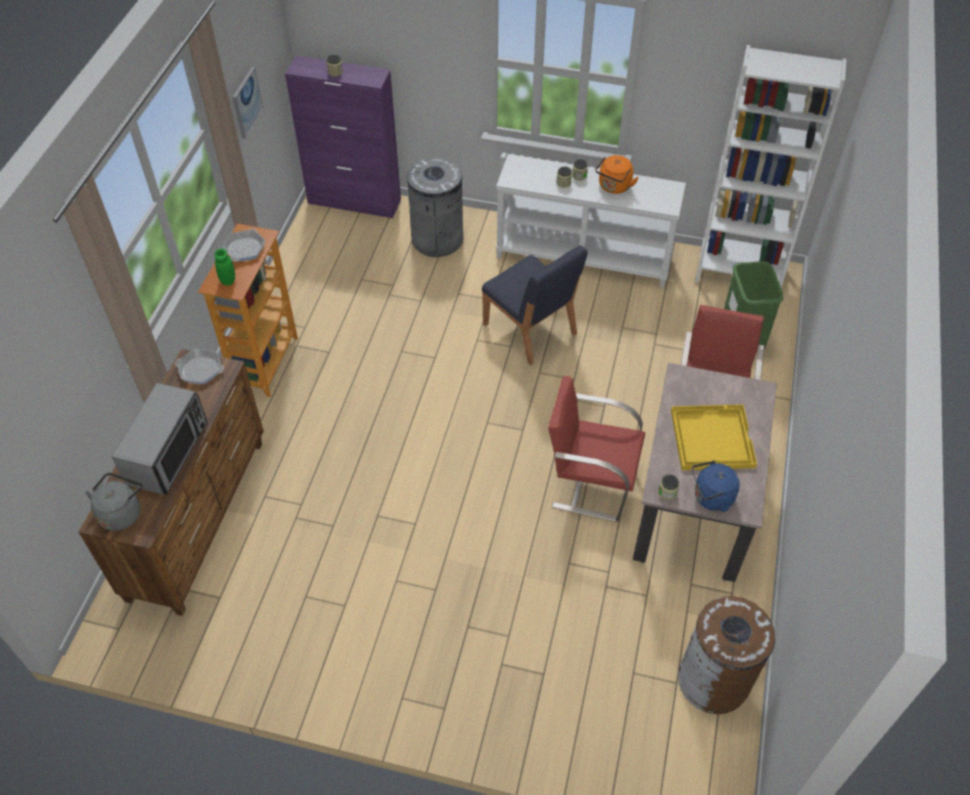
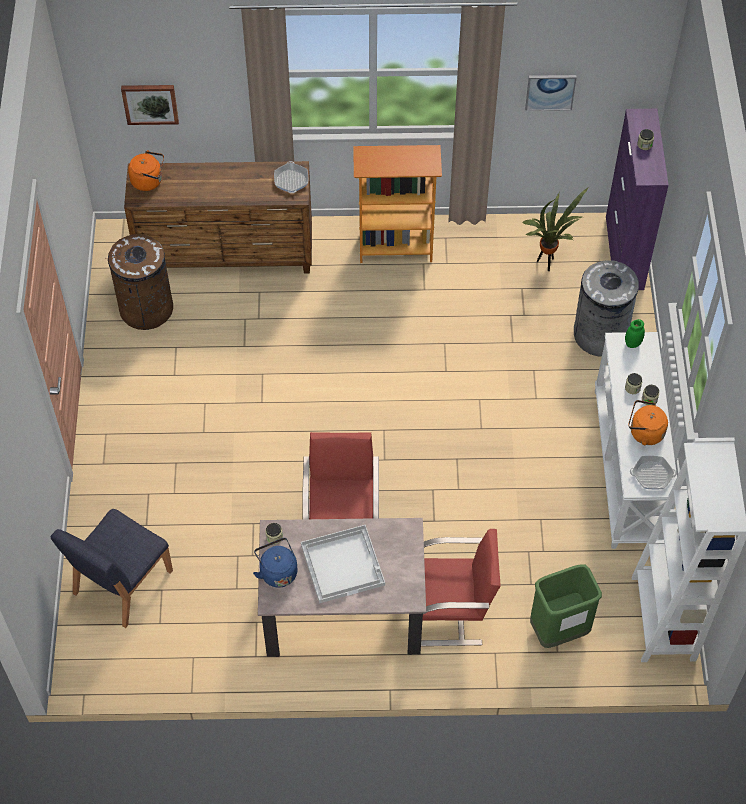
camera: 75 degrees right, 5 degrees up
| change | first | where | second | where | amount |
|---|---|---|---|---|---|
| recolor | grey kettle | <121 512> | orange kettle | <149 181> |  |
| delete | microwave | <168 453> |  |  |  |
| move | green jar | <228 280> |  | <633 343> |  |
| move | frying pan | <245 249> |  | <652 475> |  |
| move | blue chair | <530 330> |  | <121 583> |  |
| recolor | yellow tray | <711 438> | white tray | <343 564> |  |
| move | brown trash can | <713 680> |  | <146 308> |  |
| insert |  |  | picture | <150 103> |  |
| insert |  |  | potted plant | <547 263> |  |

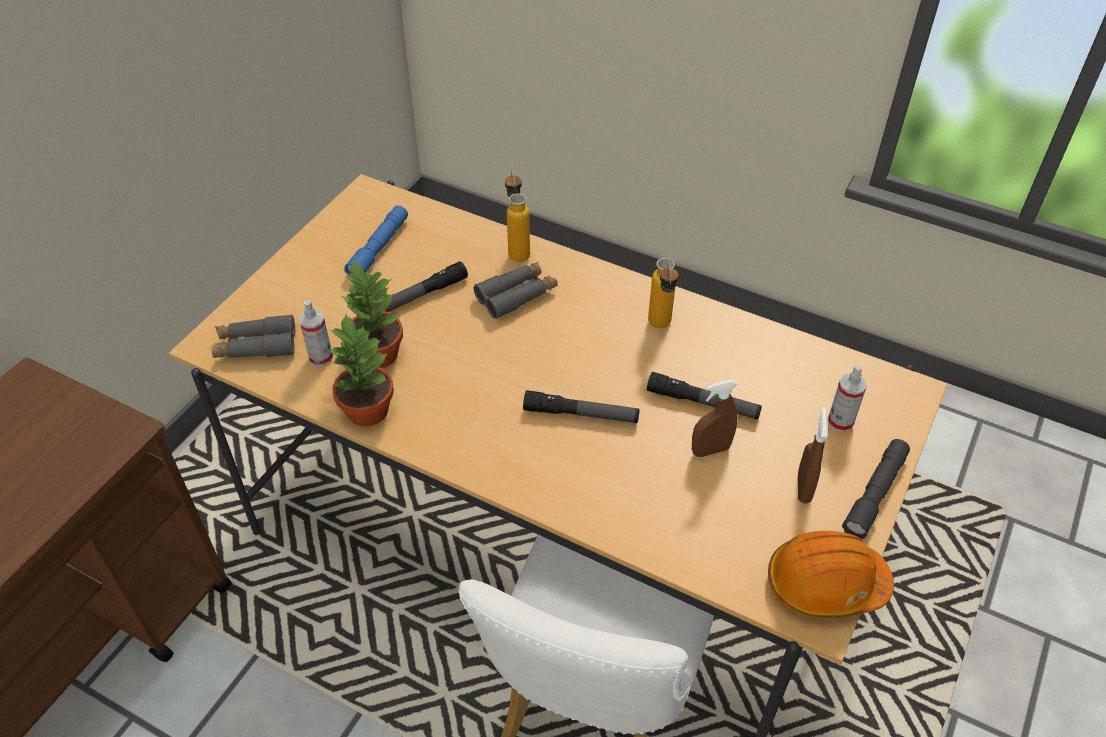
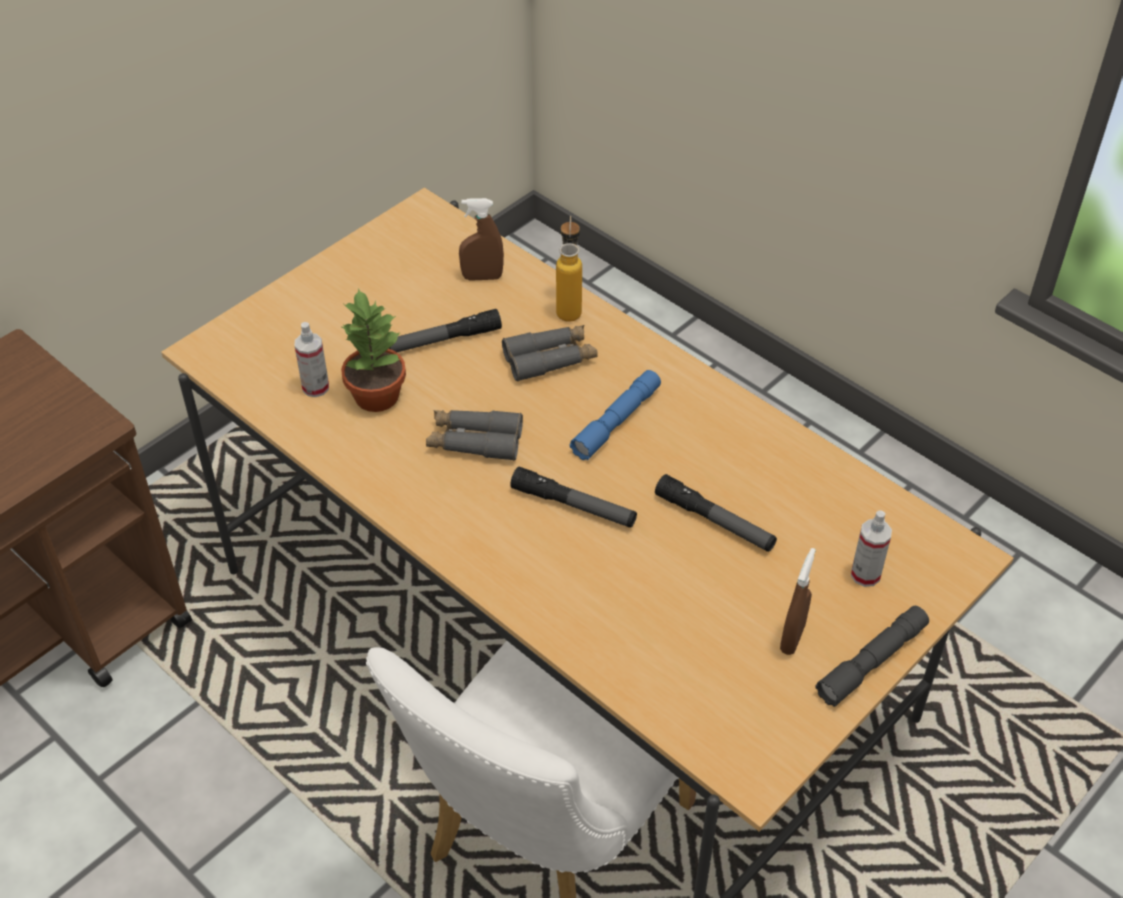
camera: 15 degrees right, 0 degrees up
| change | first | where | second | where | amount |
|---|---|---|---|---|---|
| move | grey binoculars | <256 346> |  | <474 441> |  |
| delete | potted plant | <366 409> |  |  |  |
| move | blue flashlight | <378 248> |  | <616 422> |  |
| delete | bottle | <660 328> |  |  |  |
| move | brown spray bottle | <710 450> |  | <482 277> |  |
| delete | orange hard hat | <825 584> |  |  |  |

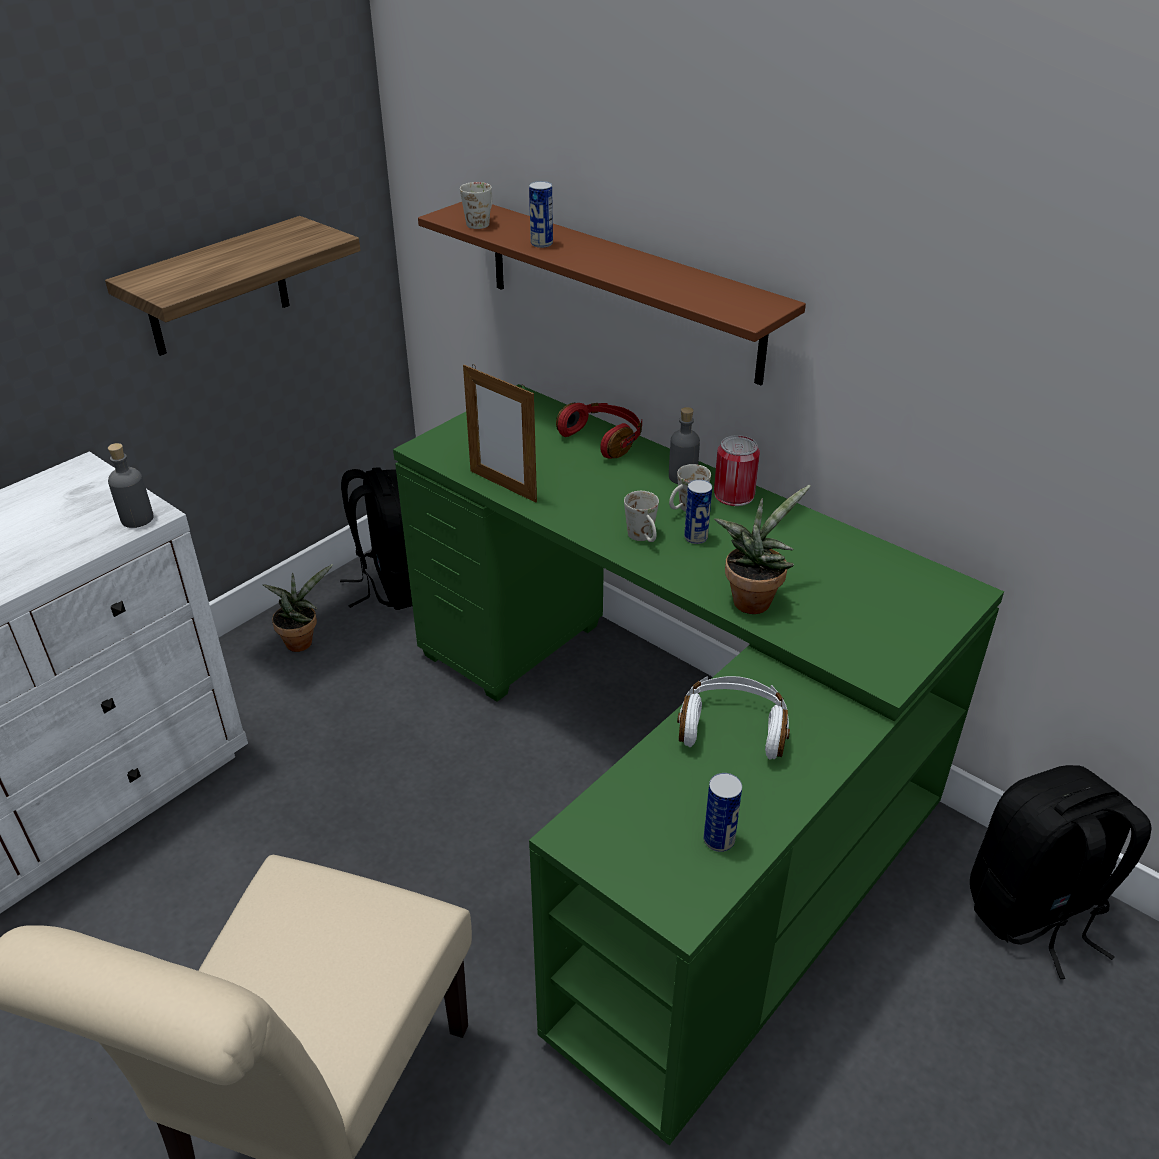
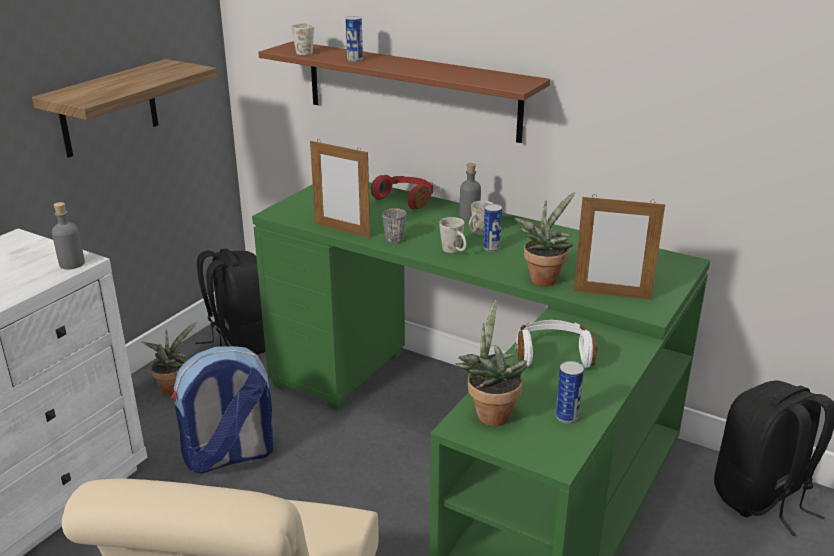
camera: 10 degrees left, 10 degrees down
| change | first | where | second | where | amount |
|---|---|---|---|---|---|
| delete | can | <734 495> |  |  |  |
| insert |  |  | backpack | <229 456> |  |
| insert |  |  | grey mug | <395 237> |  |
| insert |  |  | potted plant | <490 413> |  |
| insert |  |  | picture frame | <612 295> |  |

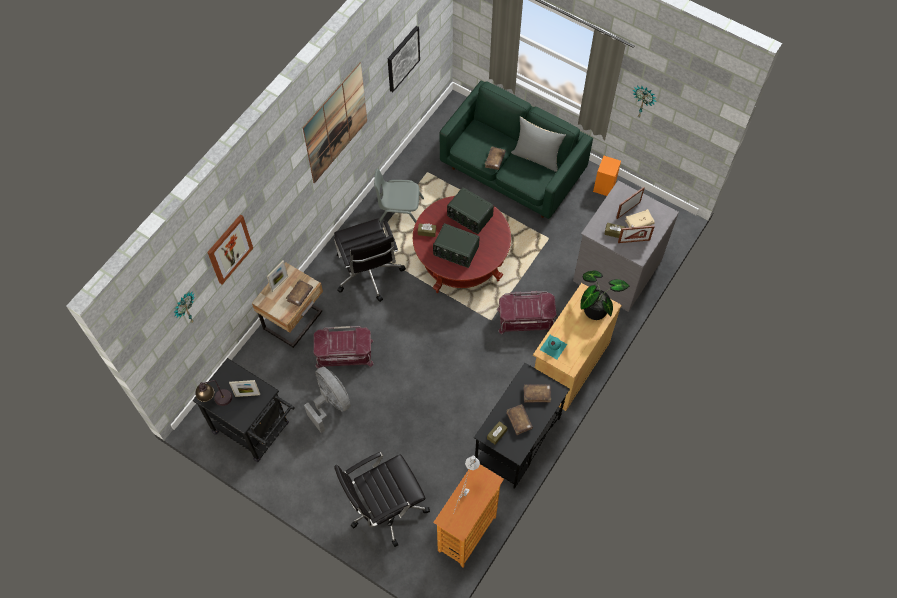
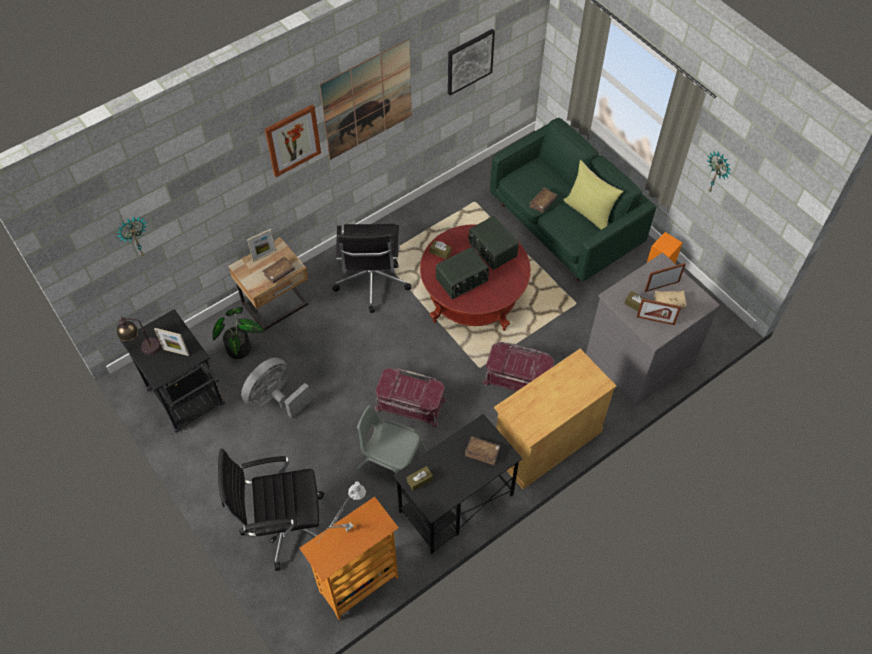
camera: 20 degrees right, 5 degrees down
| change | first | where | second | where | amount |
|---|---|---|---|---|---|
| move | picture | <229 249> |  | <292 140> |  |
| rotate | grey fan | <330 404> |  | <275 399> | 120 degrees counterclockwise |
| move | red storage box | <344 354> |  | <410 404> |  |
| move | grey chair | <399 212> |  | <391 460> |  |
| rotate | radio | <455 251> |  | <462 280> | 75 degrees counterclockwise |
| delete | brown book | <519 421> |  |  |  |
| recolor | grey pillow | <537 157> | yellow pillow | <589 212> |  |
| delete | turquoise bottle | <553 347> |  |  |  |
| move | potted plant | <595 307> |  | <240 346> |  |

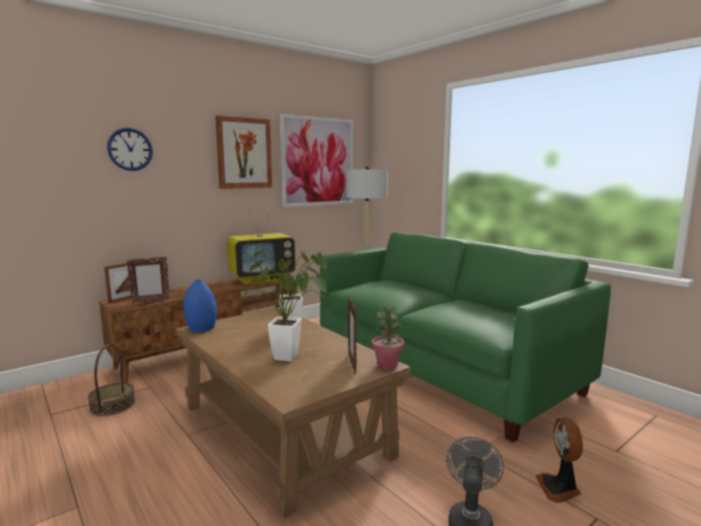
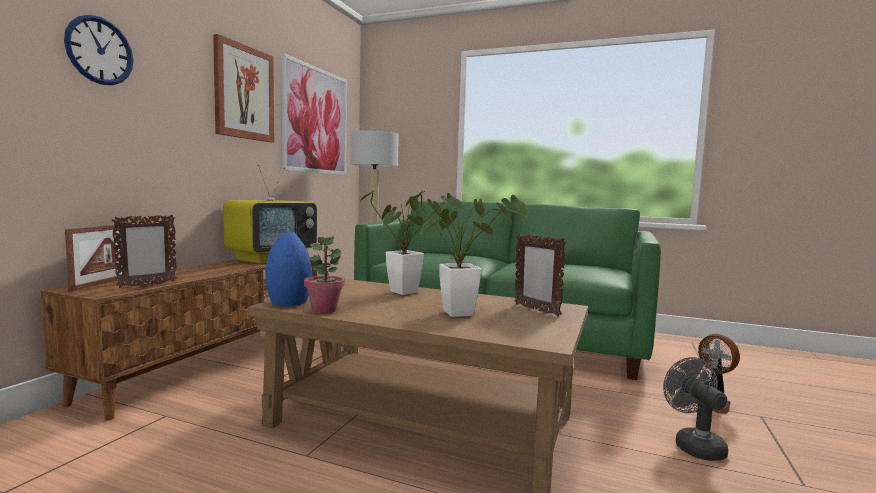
camera: 30 degrees left, 5 degrees down
| change | first | where | second | where | amount |
|---|---|---|---|---|---|
| delete | basket | <112 405> |  |  |  |
| move | potted plant | <387 365> |  | <324 310> |  |

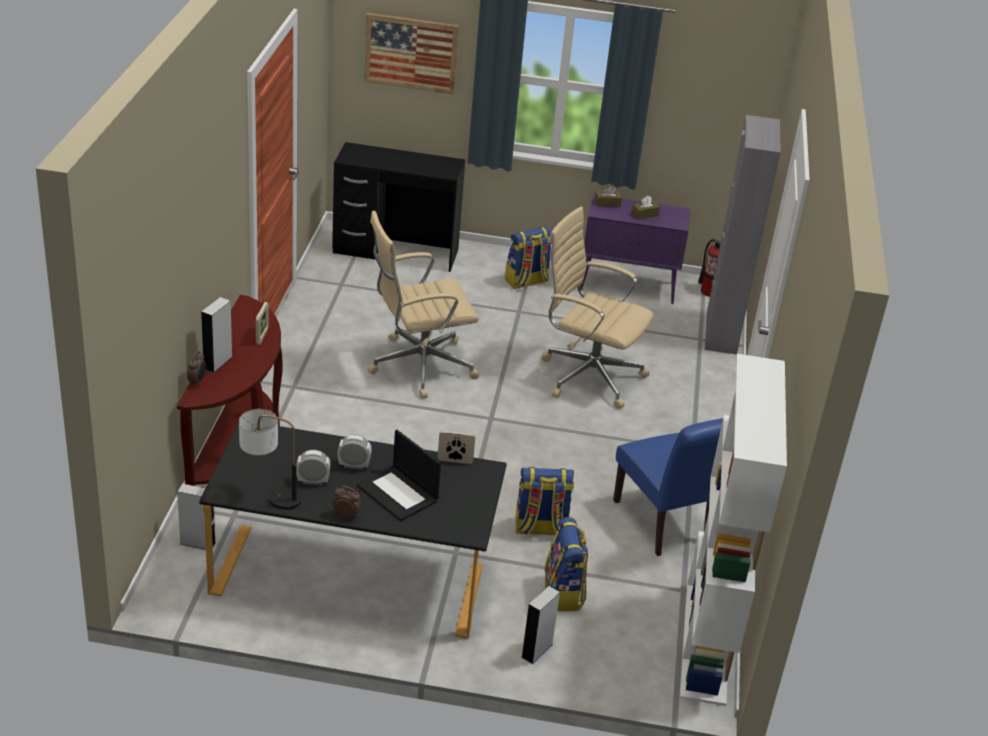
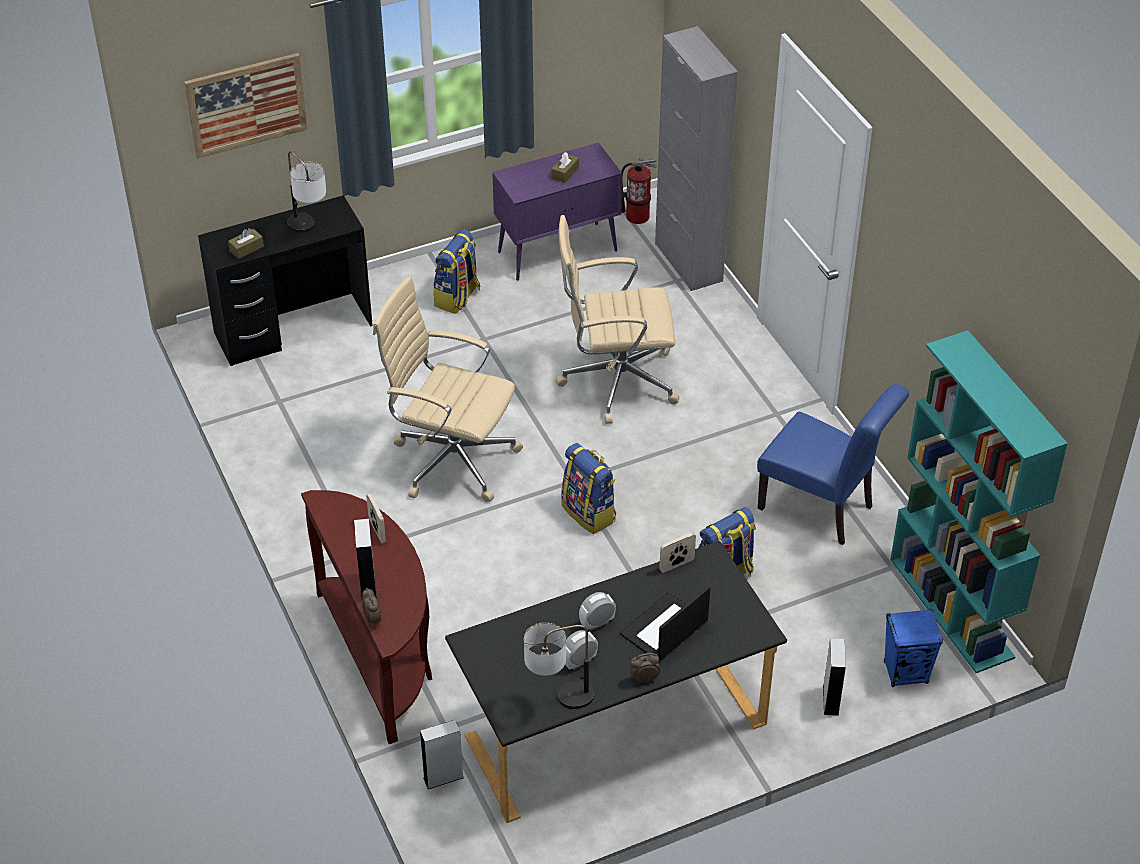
camera: 30 degrees left, 10 degrees up
| change | first | where | second | where | amount |
|---|---|---|---|---|---|
| rotate | laptop | <398 493> |  | <664 629> | 120 degrees clockwise |
| rotate | beige office chair | <418 366> |  | <451 459> | 75 degrees clockwise |
| move | backpack | <564 593> |  | <589 513> |  |
| move | brown tissue box | <607 203> |  | <246 249> |  |
| recolor | white bookcase | <706 643> | turquoise bookcase | <952 608> |  |
| insert |  |  | table lamp | <308 231> |  |
| insert |  |  | blue speaker | <906 672> |  |

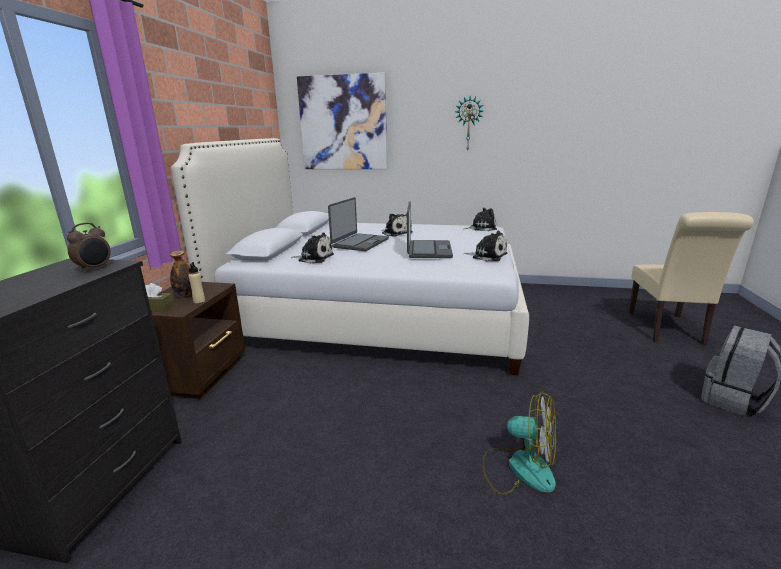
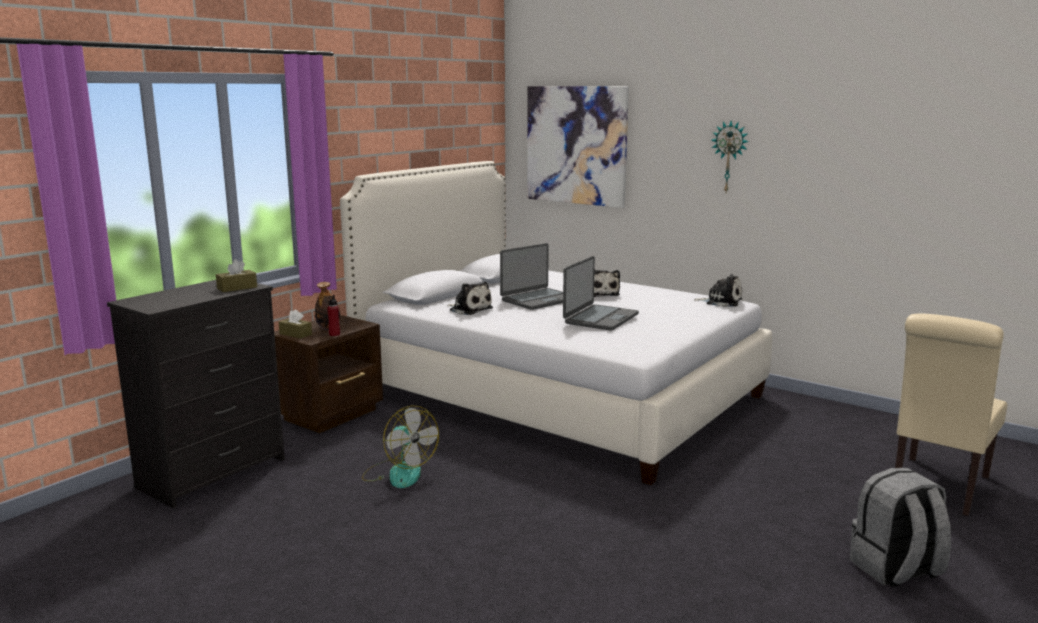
camera: 25 degrees right, 5 degrees down
| change | first | where | second | where | amount |
|---|---|---|---|---|---|
| replace | alarm clock | <95 269> | brown tissue box | <237 288> |  |
| recolor | beige bottle | <199 301> | red bottle | <334 334> |  |
| delete | plush toy | <487 256> |  |  |  |
| move | fan | <519 468> |  | <399 473> |  |

